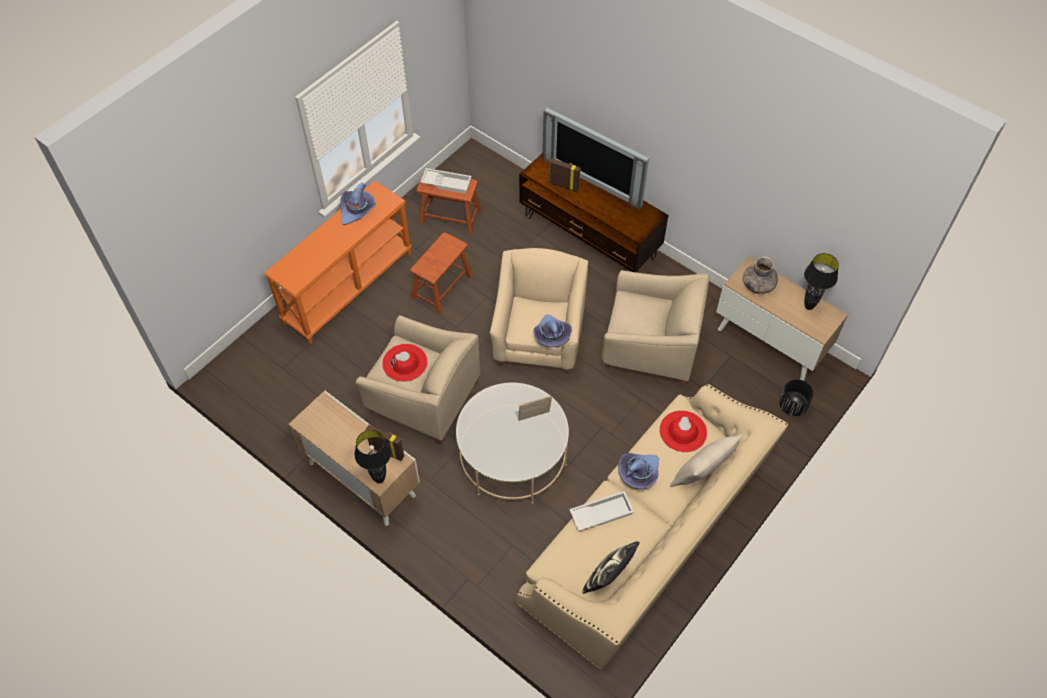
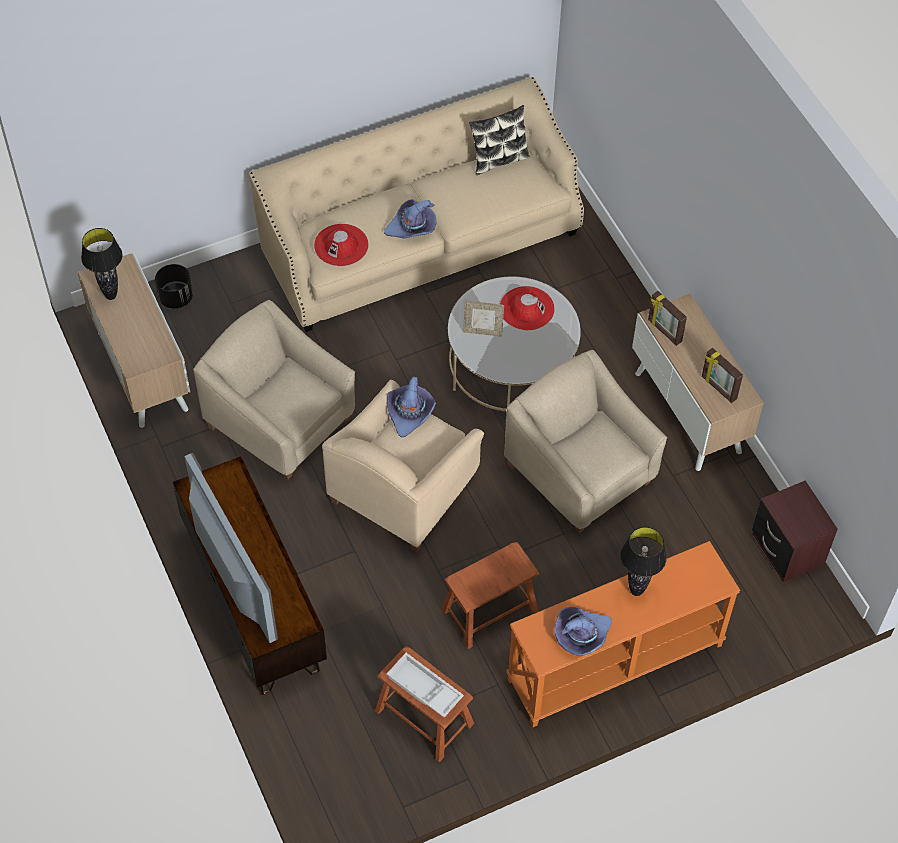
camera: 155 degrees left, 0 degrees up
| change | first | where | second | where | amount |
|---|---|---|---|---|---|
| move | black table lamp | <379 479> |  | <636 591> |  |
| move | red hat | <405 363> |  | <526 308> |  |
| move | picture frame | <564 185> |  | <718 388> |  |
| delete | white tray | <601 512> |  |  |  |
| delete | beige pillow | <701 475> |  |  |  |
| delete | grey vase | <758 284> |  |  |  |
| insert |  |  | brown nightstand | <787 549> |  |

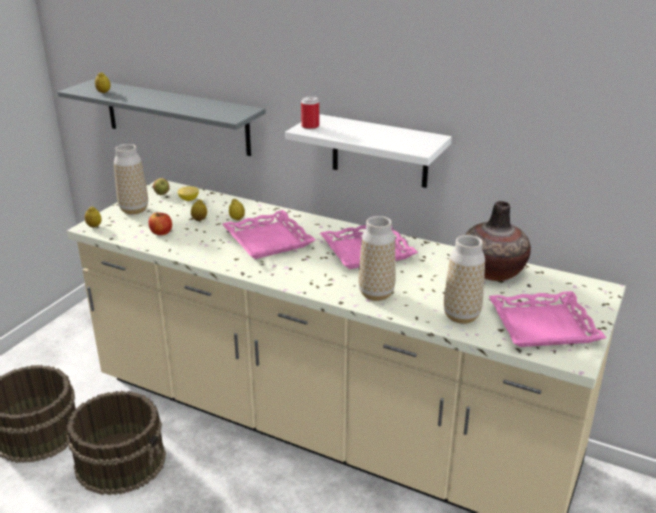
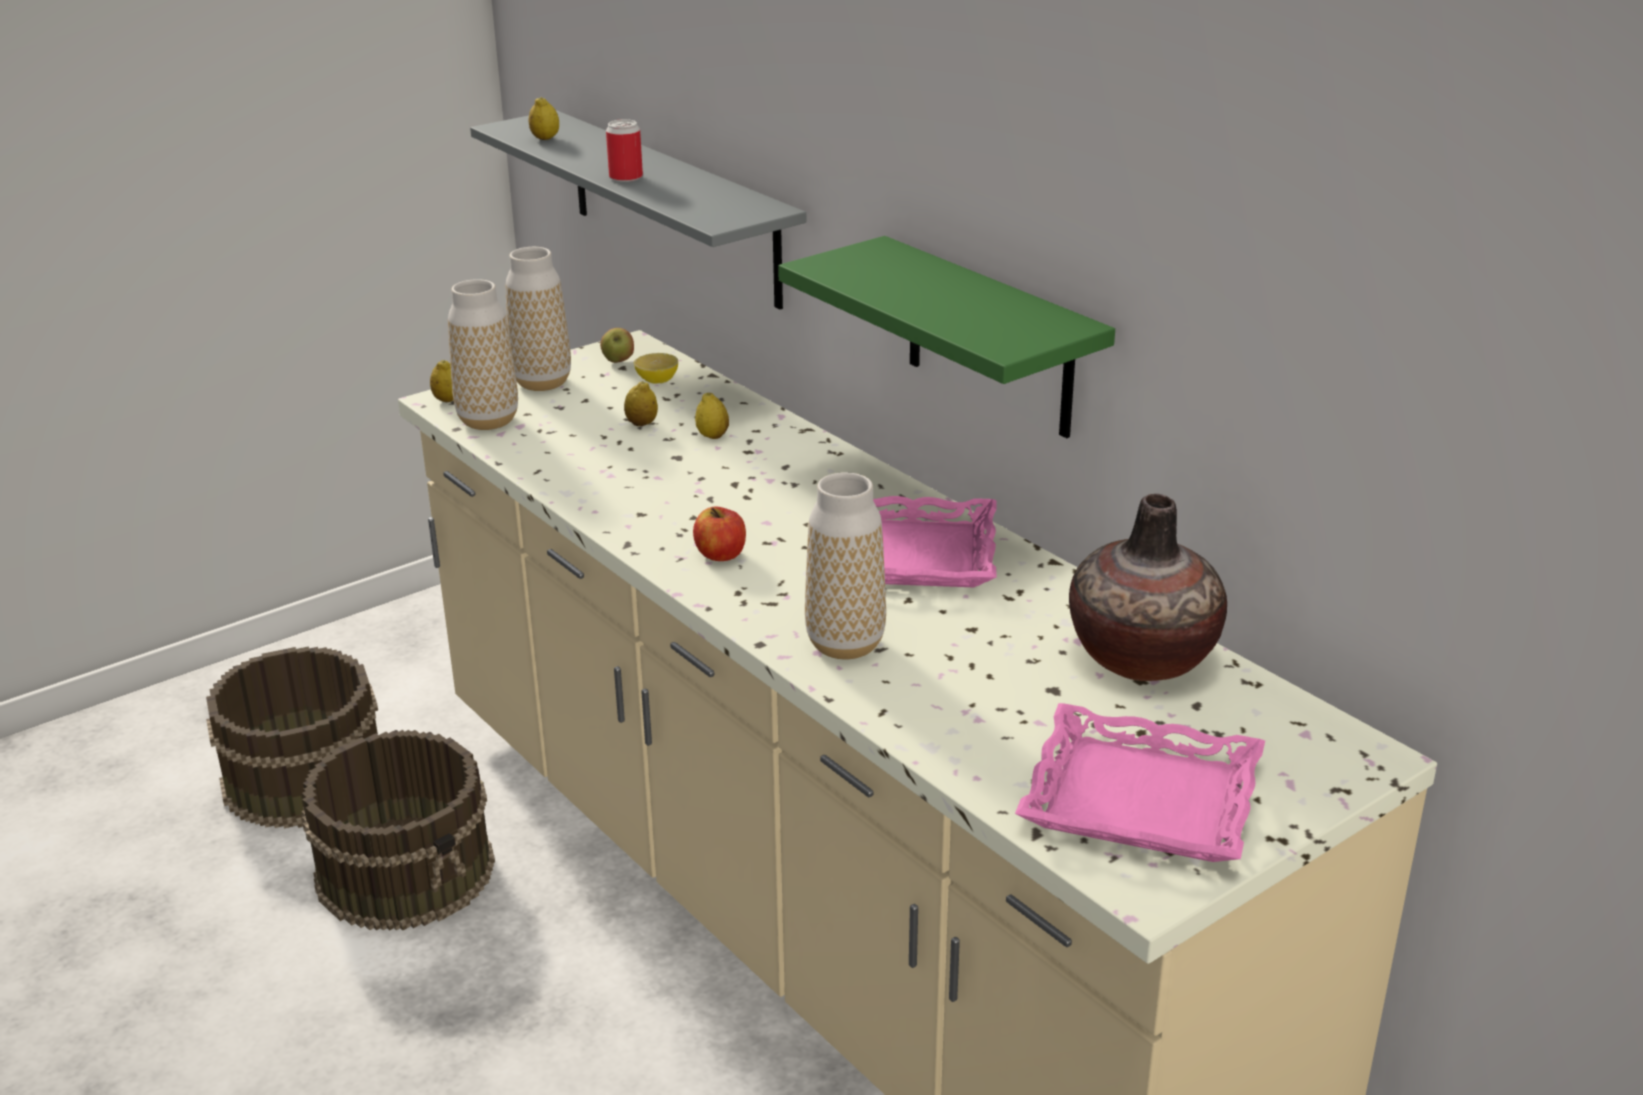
camera: 25 degrees right, 0 degrees up
| change | first | where | second | where | amount |
|---|---|---|---|---|---|
| move | apple | <161 232> |  | <721 555> |  |
| delete | pink tray | <269 240> |  |  |  |
| recolor | white shelf | <379 151> | green shelf | <990 339> |  |
| move | can | <310 126> |  | <626 177> |  |
| move | vase | <461 316> |  | <488 420> |  |

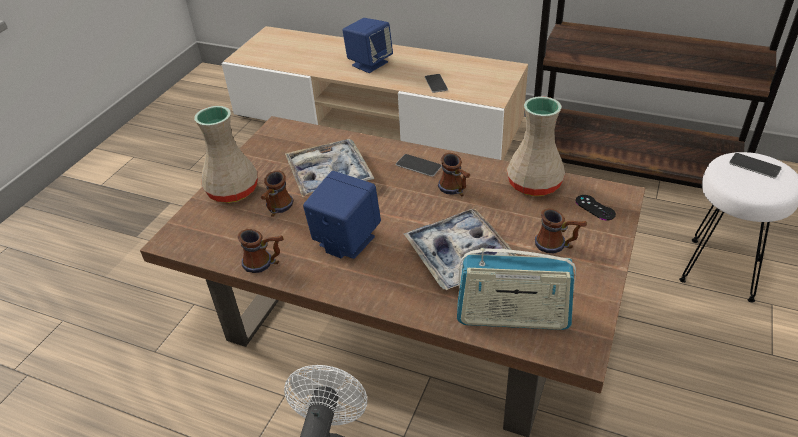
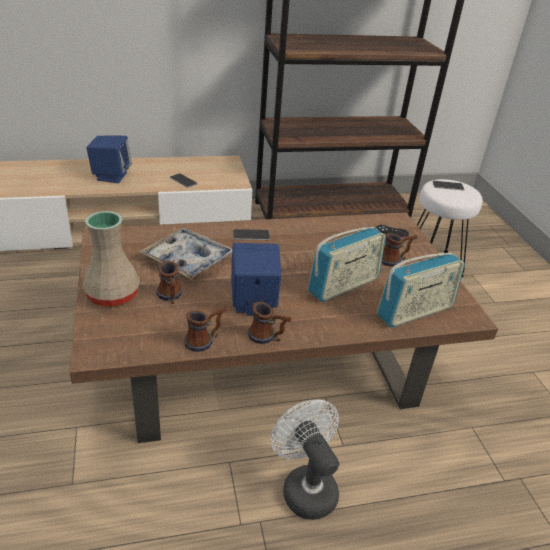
camera: 40 degrees left, 5 degrees down
| change | first | where | second | where | amount |
|---|---|---|---|---|---|
| replace | tray | <460 256> | radio | <343 285> |  |
| move | mug | <455 190> |  | <268 337> |  |
| delete | beige vase | <533 183> |  |  |  |

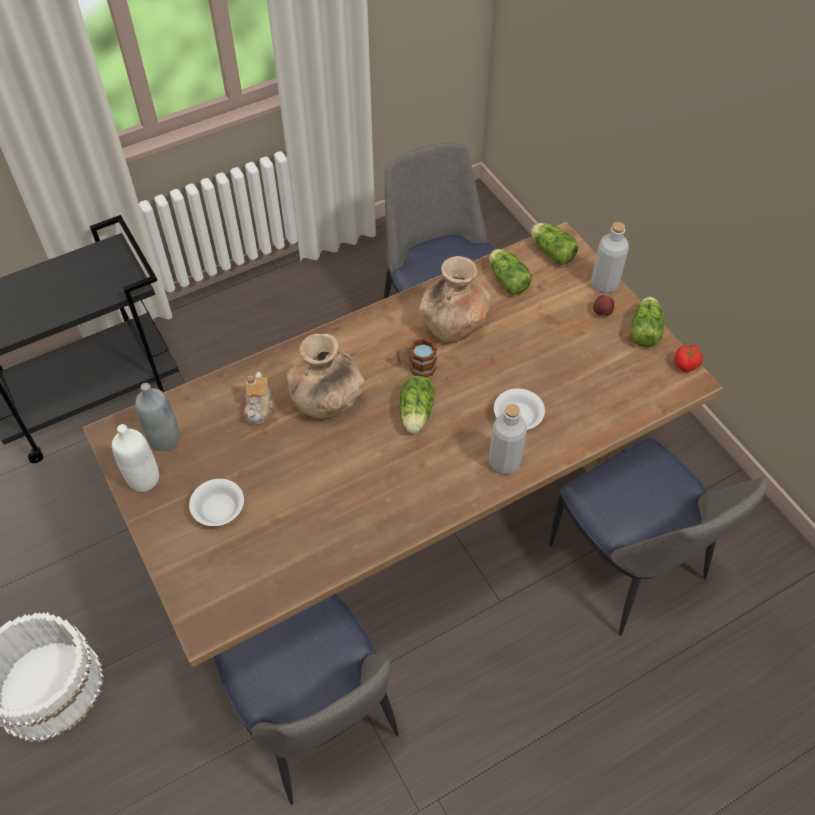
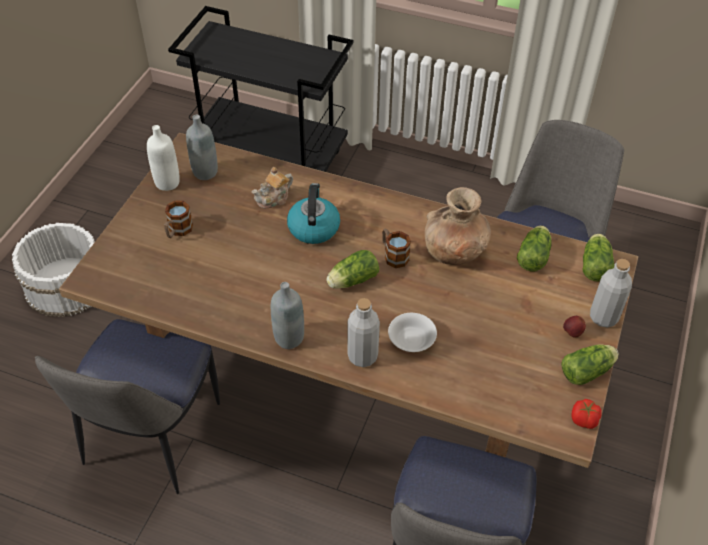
camera: 50 degrees right, 5 degrees down
| change | first | where | second | where | amount |
|---|---|---|---|---|---|
| replace | white bowl | <219 509> | mug | <178 231> |  |
| replace | brown vase | <326 401> | kettle | <313 227> |  |
| insert |  |  | grey bottle | <289 338> |  |

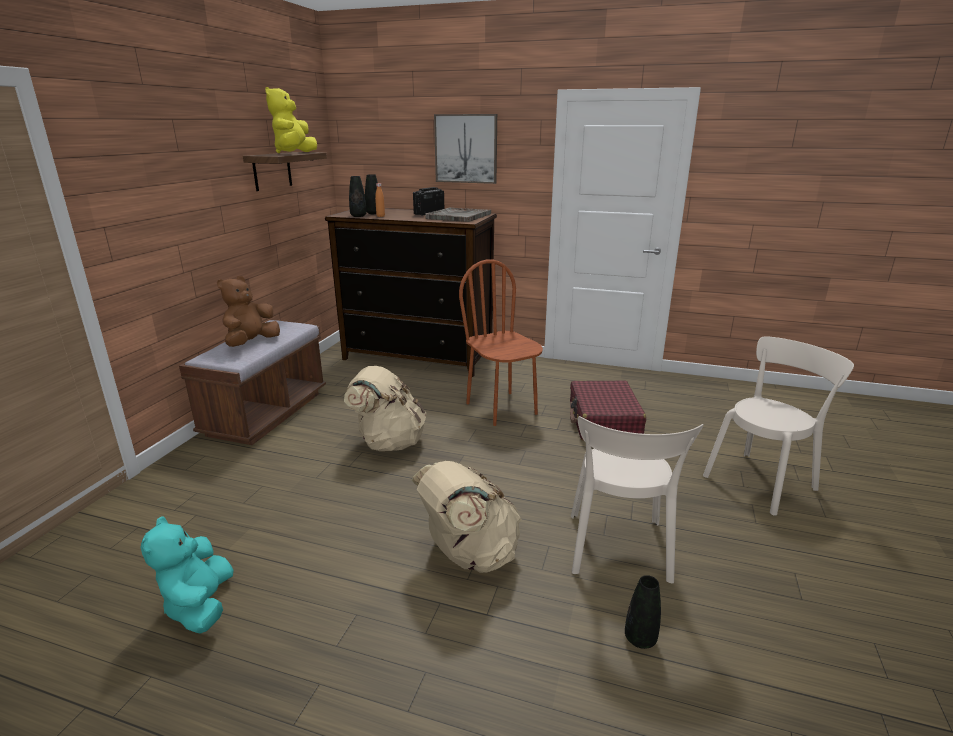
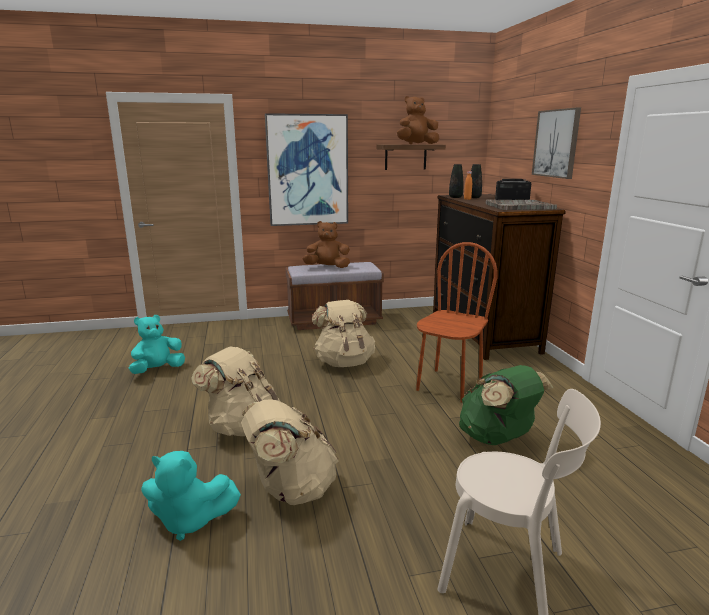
camera: 60 degrees right, 5 degrees down
| change | first | where | second | where | amount |
|---|---|---|---|---|---|
| recolor | yellow plush toy | <294 153> | brown plush toy | <416 144> |  |
| replace | red suitcase | <603 422> | green backpack | <497 438> |  |
| replace | beige chair | <618 551> | beige backpack | <290 489> |  |
| replace | black vase | <640 639> | turquoise plush toy | <189 520> |  |
| insert |  |  | picture | <307 170> |  |

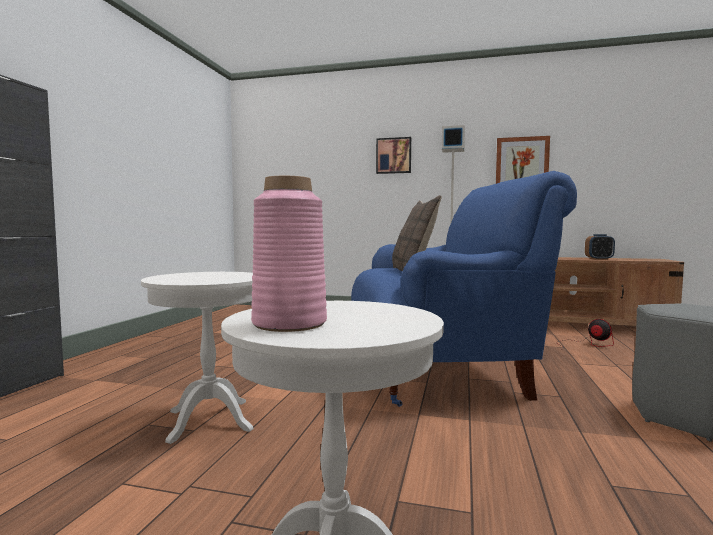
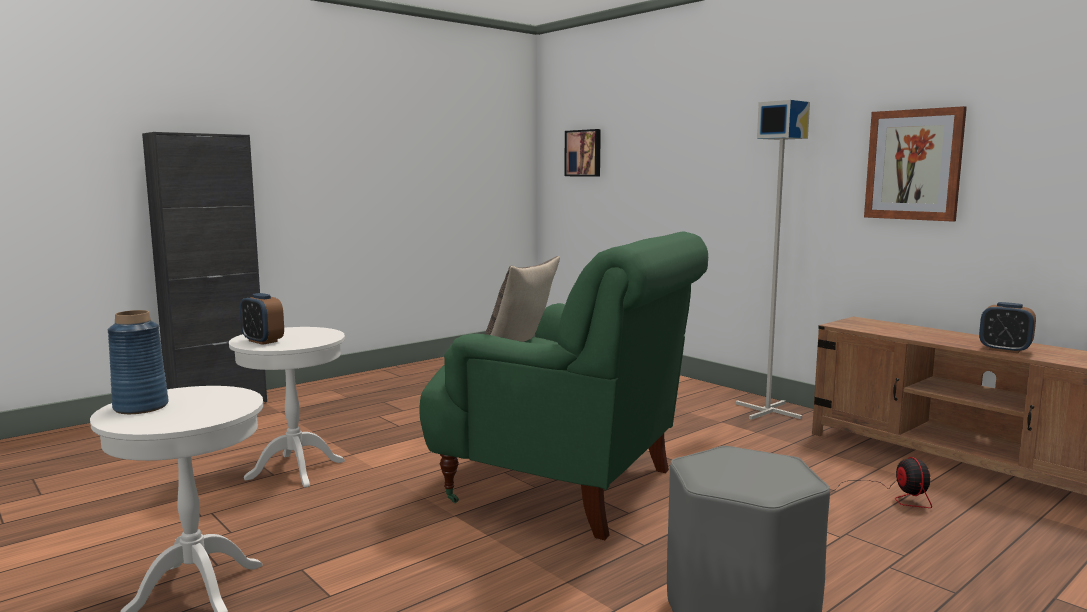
camera: 35 degrees right, 5 degrees up
| change | first | where | second | where | amount |
|---|---|---|---|---|---|
| recolor | pink vase | <290 324> | blue vase | <141 407> |  |
| recolor | blue armchair | <443 377> | green armchair | <566 486> |  |
| move | picture | <394 156> |  | <584 153> |  |
| insert |  |  | alarm clock | <263 341> |  |

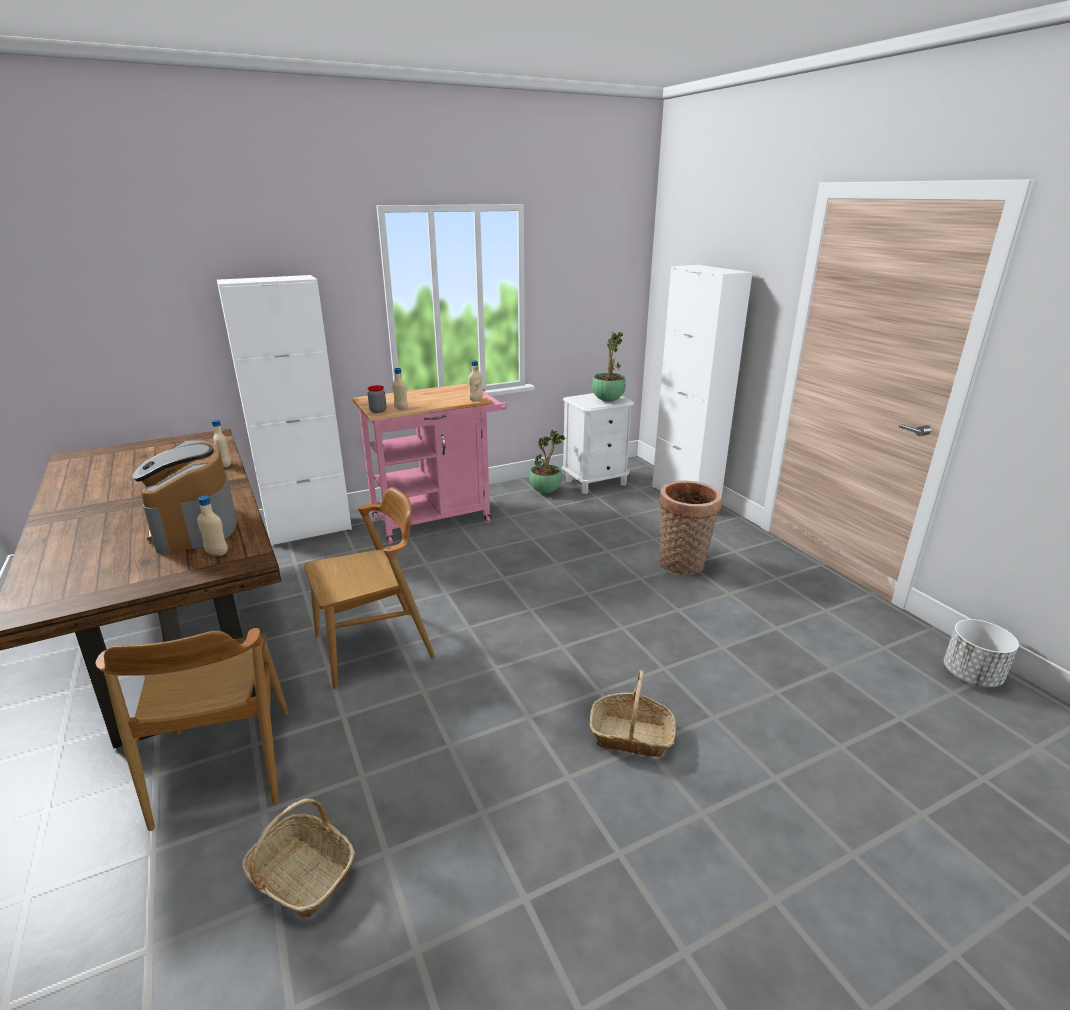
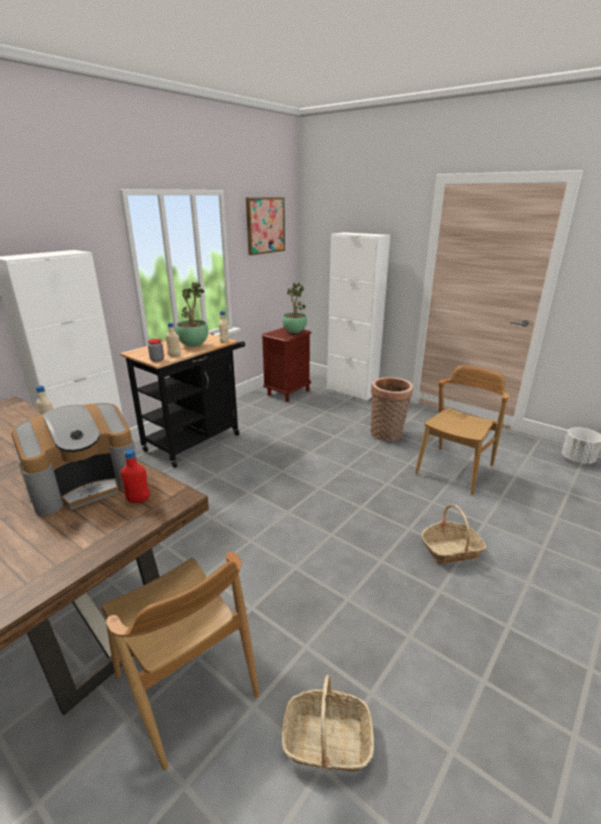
camera: 25 degrees left, 0 degrees up
| change | first | where | second | where | amount |
|---|---|---|---|---|---|
| rotate | coffee machine | <194 526> |  | <85 483> | 75 degrees counterclockwise |
| recolor | beige bottle | <216 553> | red bottle | <138 500> |  |
| move | brown chair | <374 646> |  | <455 469> |  |
| recolor | pink cart | <438 518> | black cart | <197 440> |  |
| move | potted plant | <546 491> |  | <194 345> |  |
| recolor | white nightstand | <595 482> | brown nightstand | <288 392> |  |
| insert |  |  | picture | <265 225> |  |

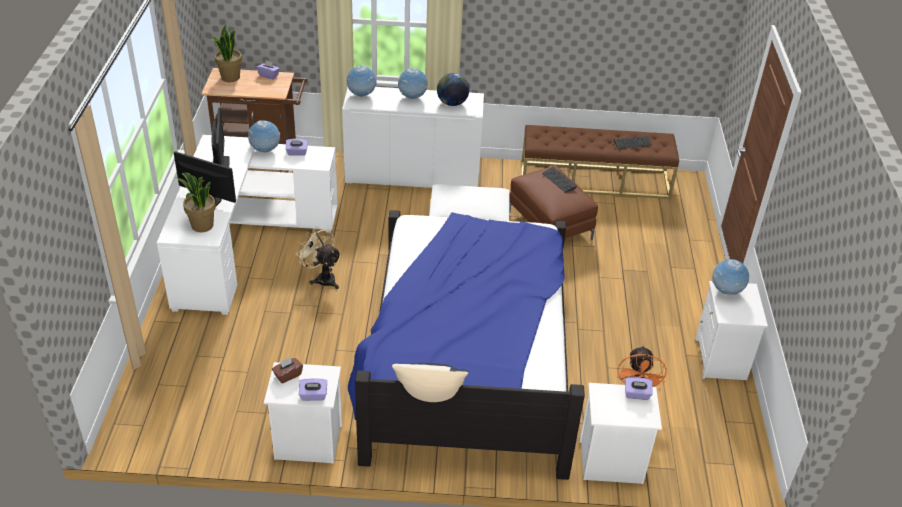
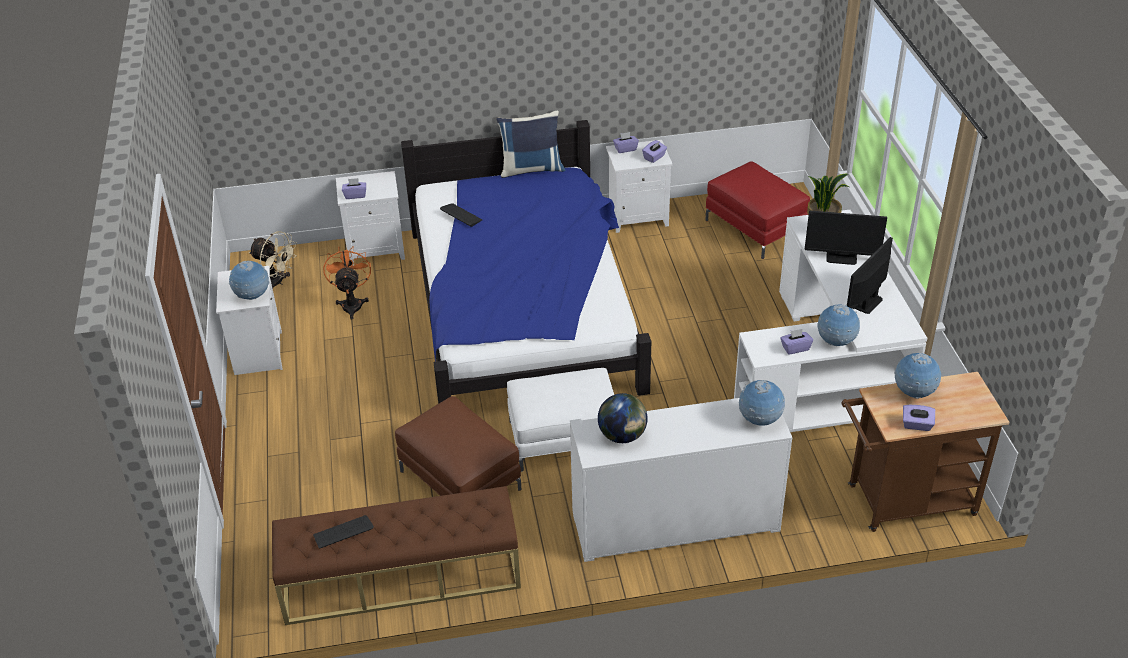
camera: 170 degrees right, 0 degrees up
| change | first | where | second | where | amount |
|---|---|---|---|---|---|
| delete | potted plant | <230 77> |  |  |  |
| rotate | monitor | <221 164> |  | <867 303> | 60 degrees clockwise |
| recolor | brown tissue box | <288 375> | purple tissue box | <654 157> |  |
| move | beige fan | <322 278> |  | <277 283> |  |
| move | globe | <412 97> |  | <914 393> |  |
| move | keyboard | <559 180> |  | <461 215> |  |
| insert |  |  | red ottoman | <755 228> |  |

